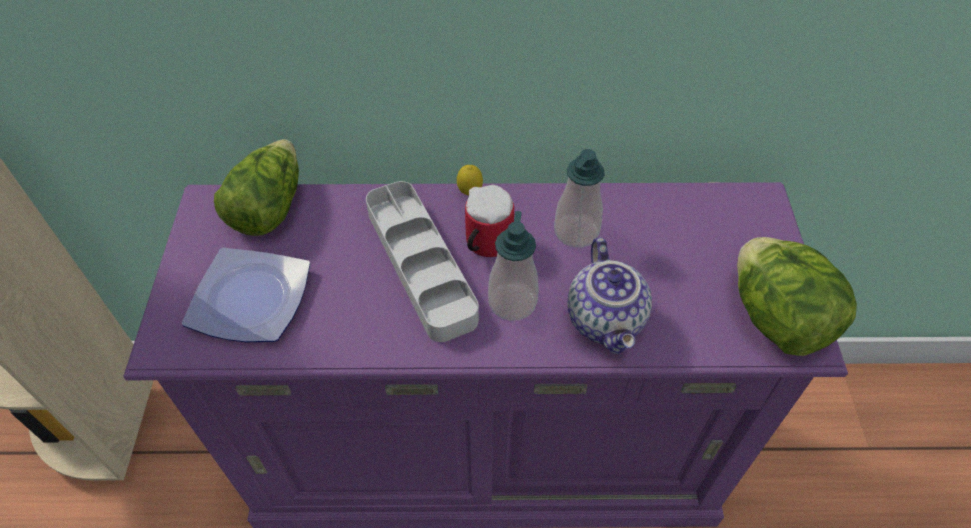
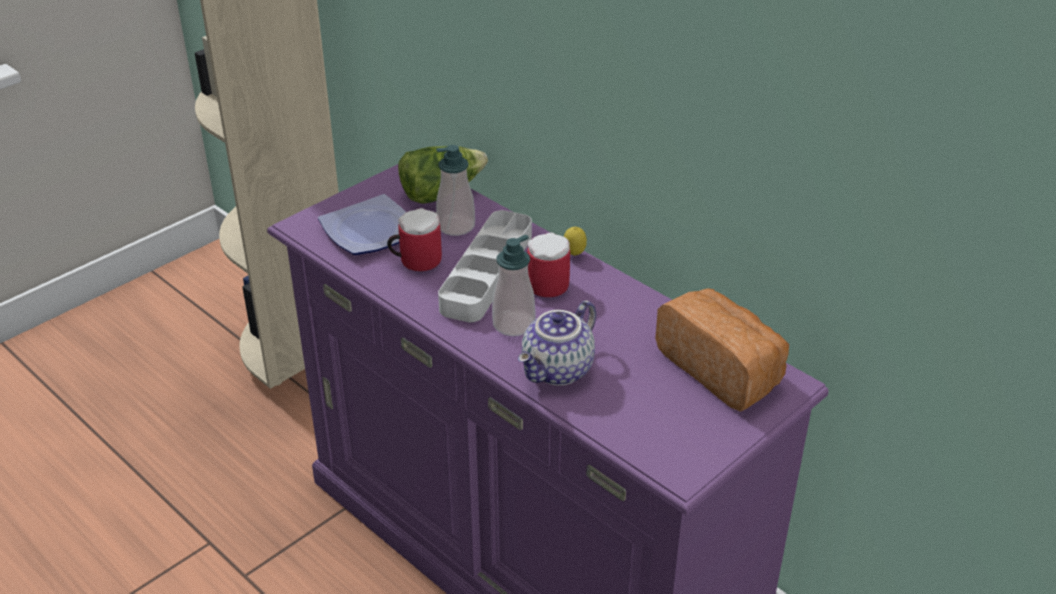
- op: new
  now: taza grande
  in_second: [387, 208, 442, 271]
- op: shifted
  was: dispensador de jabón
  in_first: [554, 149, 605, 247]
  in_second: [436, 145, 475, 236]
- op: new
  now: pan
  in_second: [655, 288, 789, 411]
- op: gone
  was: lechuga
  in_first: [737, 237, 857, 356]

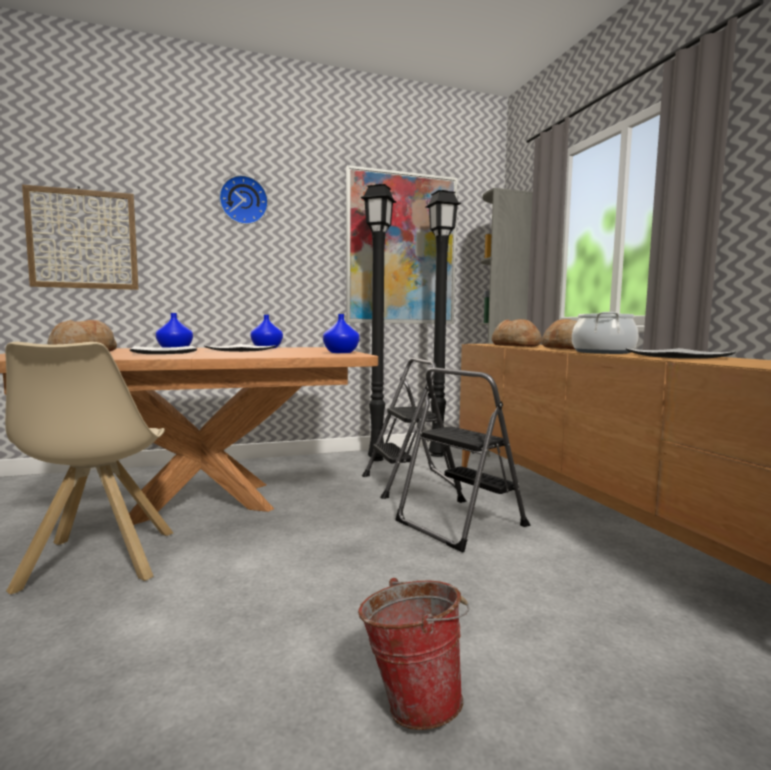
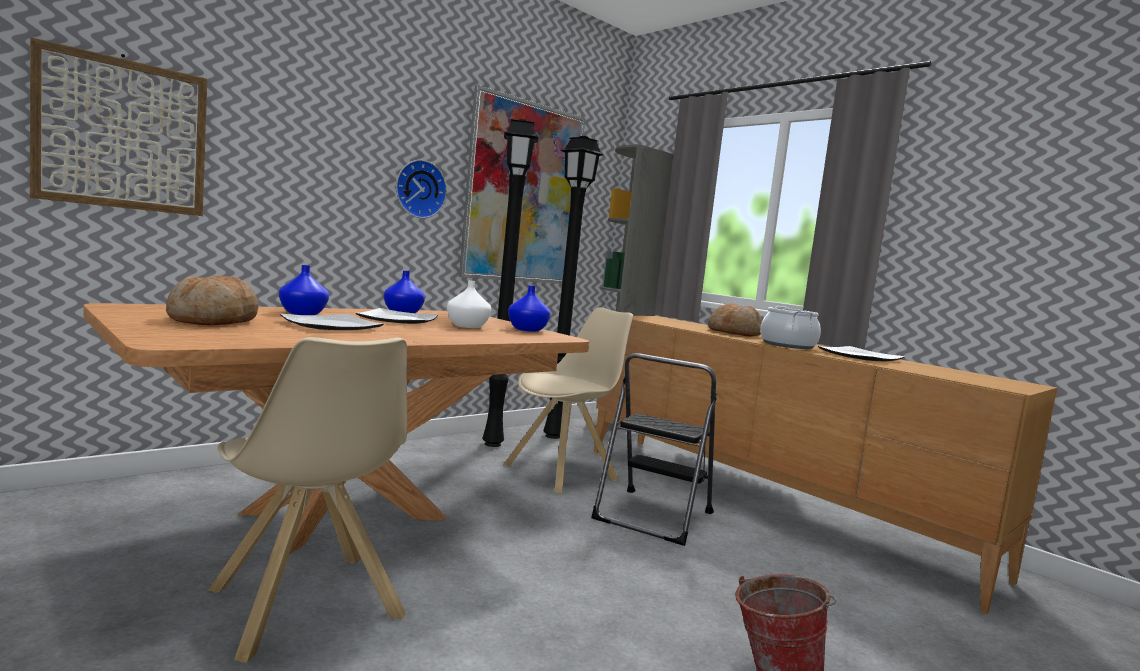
- op: shifted
  was: reloj de pared
  in_first: [219, 175, 268, 224]
  in_second: [396, 160, 447, 218]
- op: new
  now: florero/blanco
  in_second: [447, 280, 491, 328]
- op: swapped
  was: escalera de tijera/negro
  now: silla/beis
  in_first: [362, 358, 462, 499]
  in_second: [503, 307, 633, 494]
- op: gone
  was: pan
  in_first: [492, 319, 542, 347]

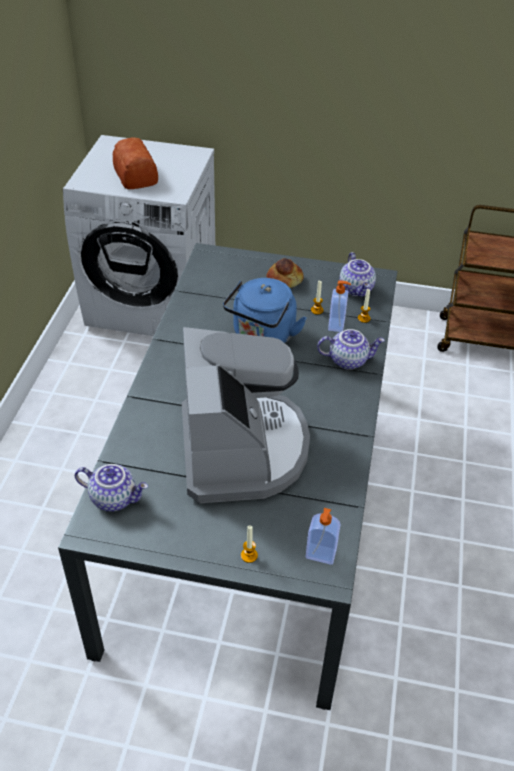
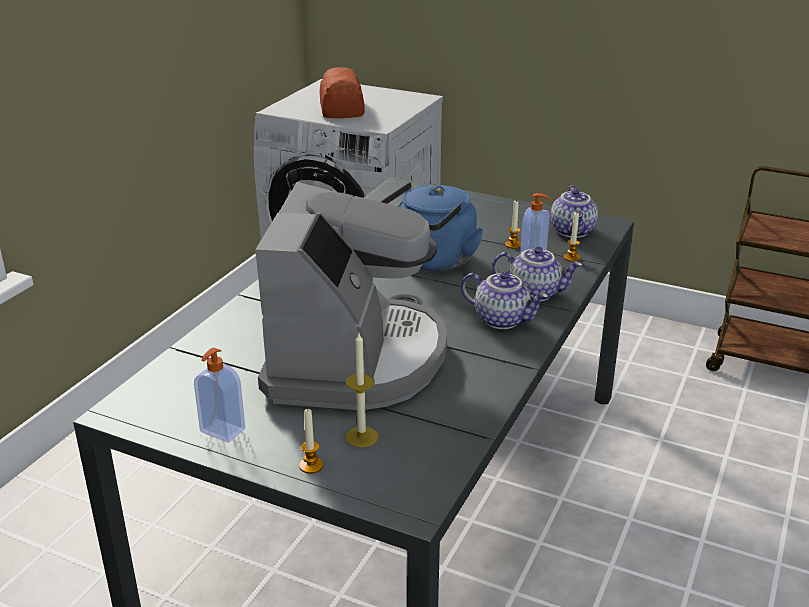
- op: shifted
  was: dispensador de jabón
  in_first: [306, 508, 341, 565]
  in_second: [194, 348, 245, 442]
- op: new
  now: vela
  in_second: [345, 333, 378, 447]
- op: shifted
  was: tetera
  in_first: [75, 464, 148, 512]
  in_second: [461, 271, 548, 329]
- op: gone
  was: pan
  in_first: [266, 258, 304, 288]

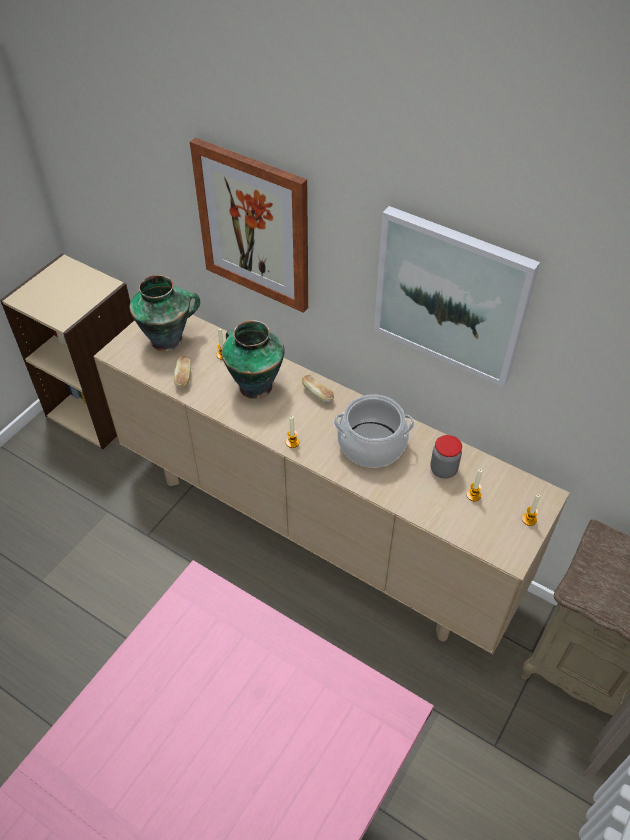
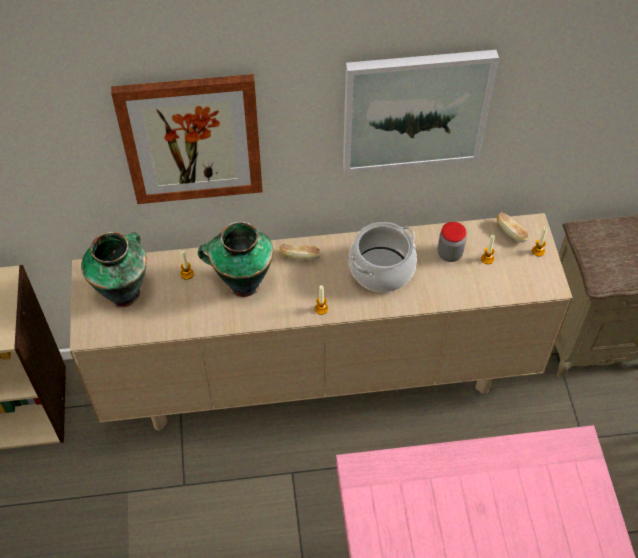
- op: shifted
  was: pan
  in_first: [173, 355, 191, 387]
  in_second: [497, 213, 529, 242]

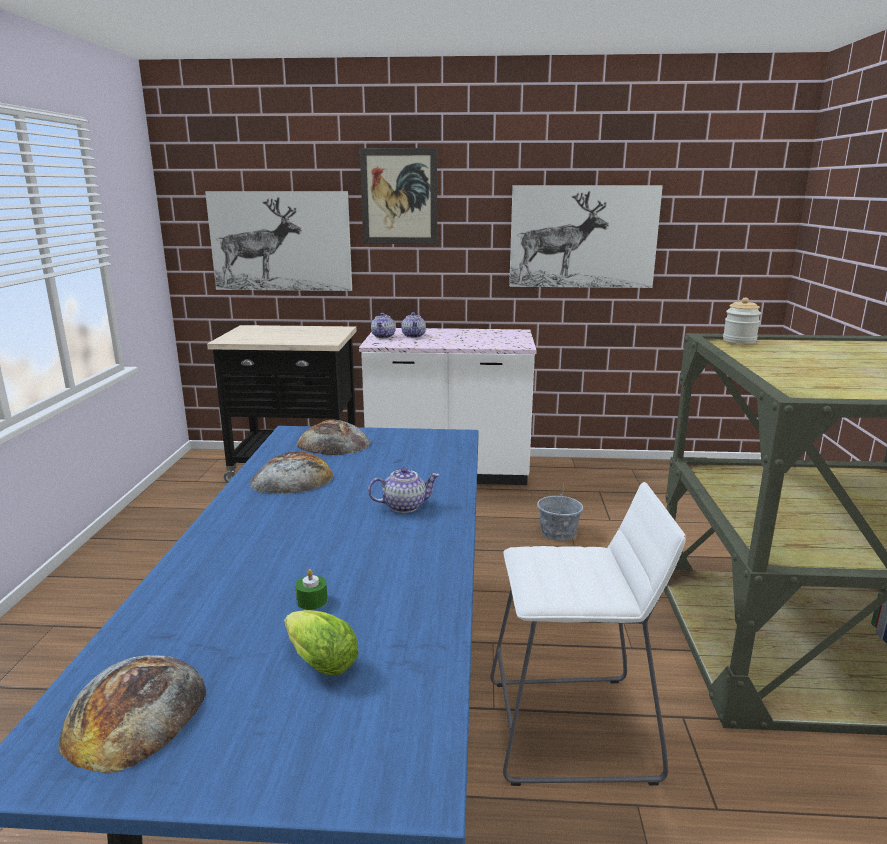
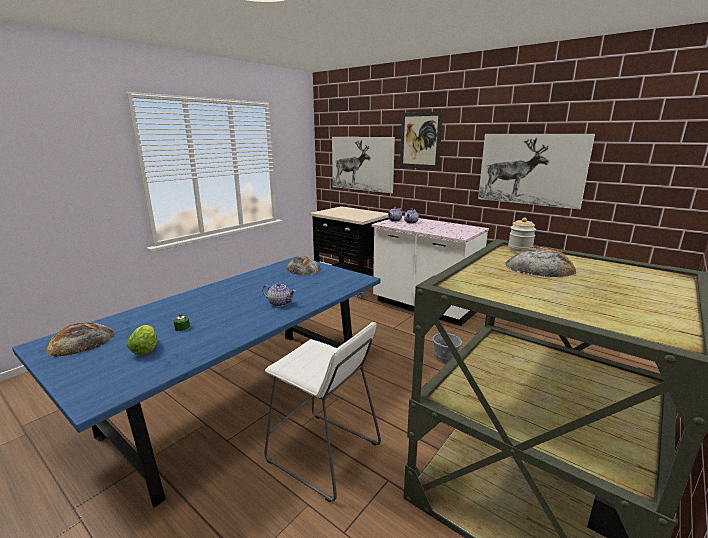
- op: shifted
  was: pan
  in_first: [250, 452, 333, 495]
  in_second: [505, 246, 576, 277]

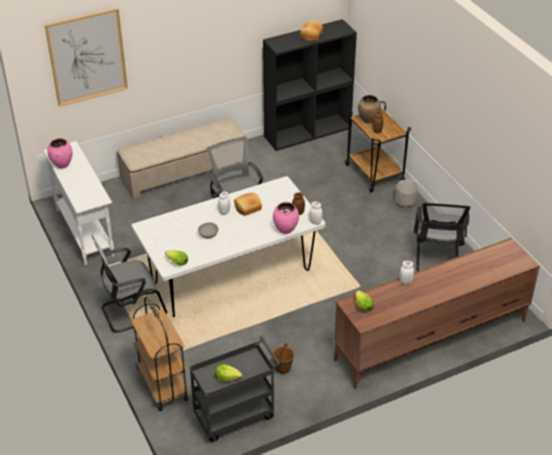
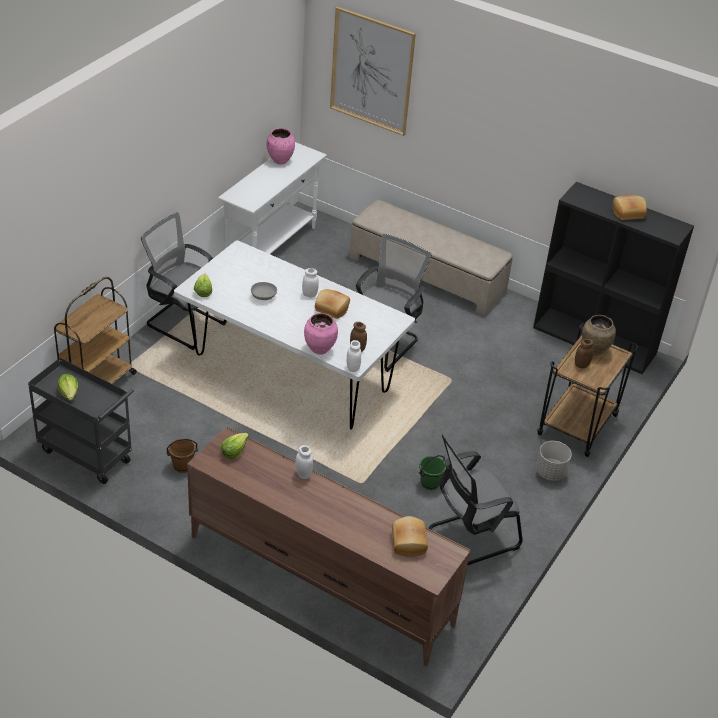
- op: new
  now: pan
  in_second: [392, 516, 428, 557]
- op: new
  now: cubo/verde
  in_second: [419, 455, 446, 490]

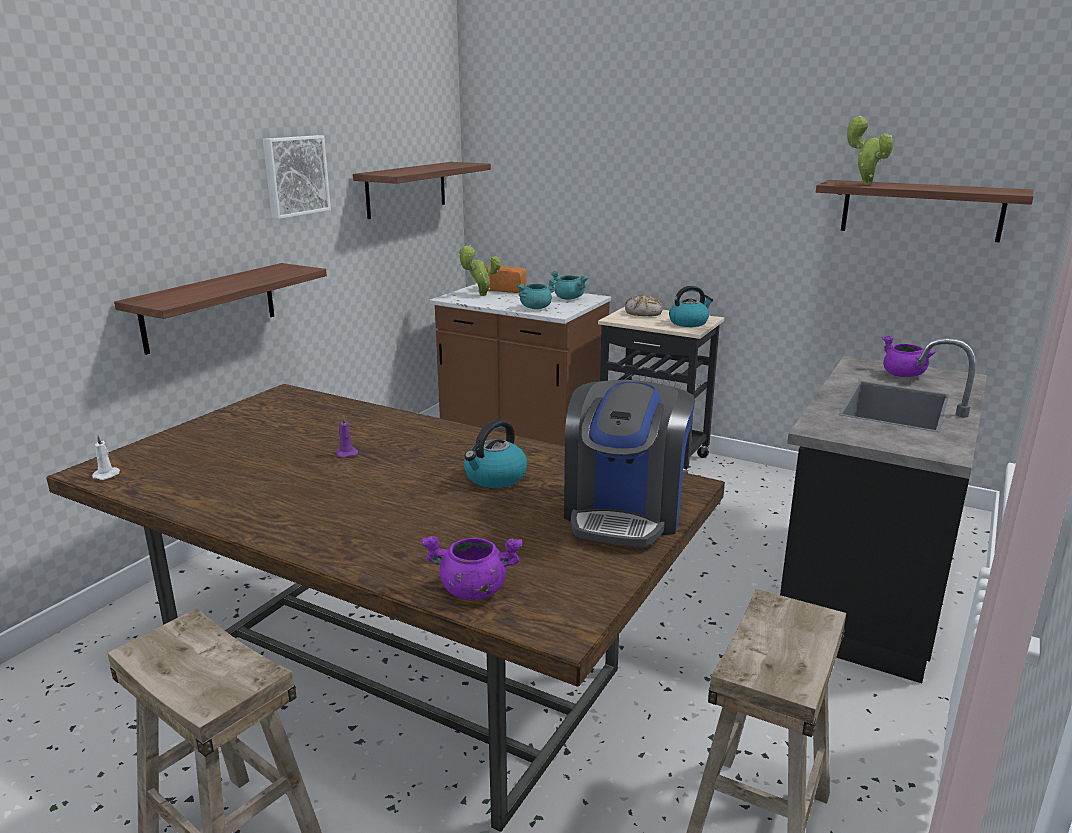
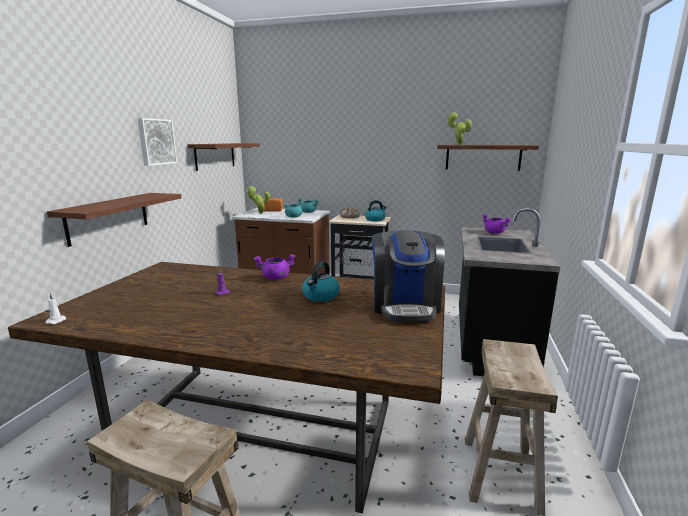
- op: shifted
  was: olla/morado
  in_first: [421, 536, 522, 600]
  in_second: [254, 254, 295, 280]

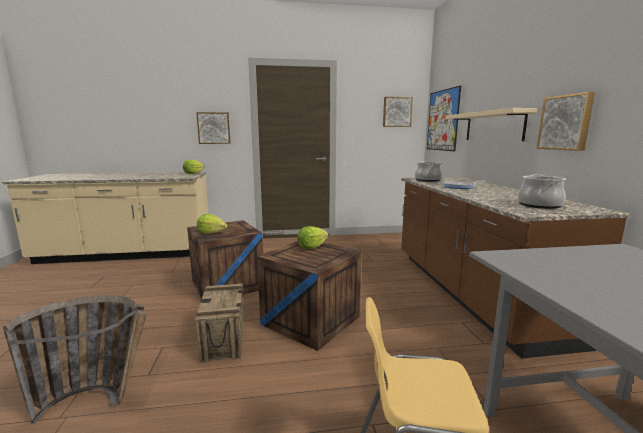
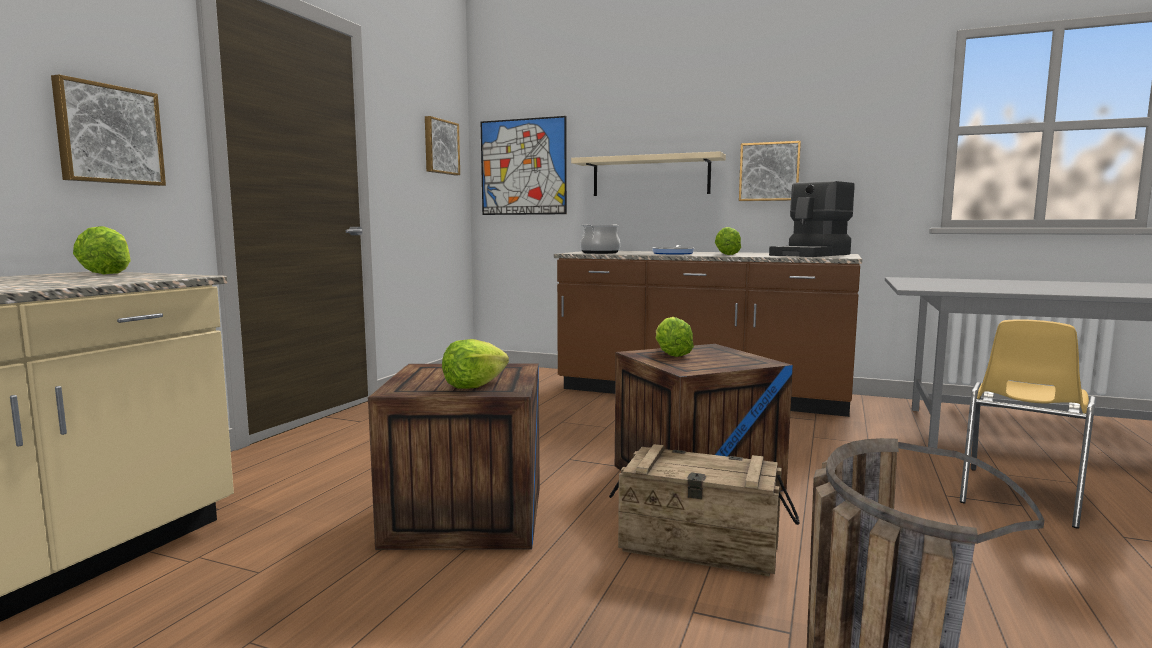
- op: new
  now: lechuga
  in_second: [715, 227, 741, 255]
- op: swapped
  was: olla
  now: cafetera
  in_first: [517, 174, 566, 209]
  in_second: [769, 181, 855, 257]

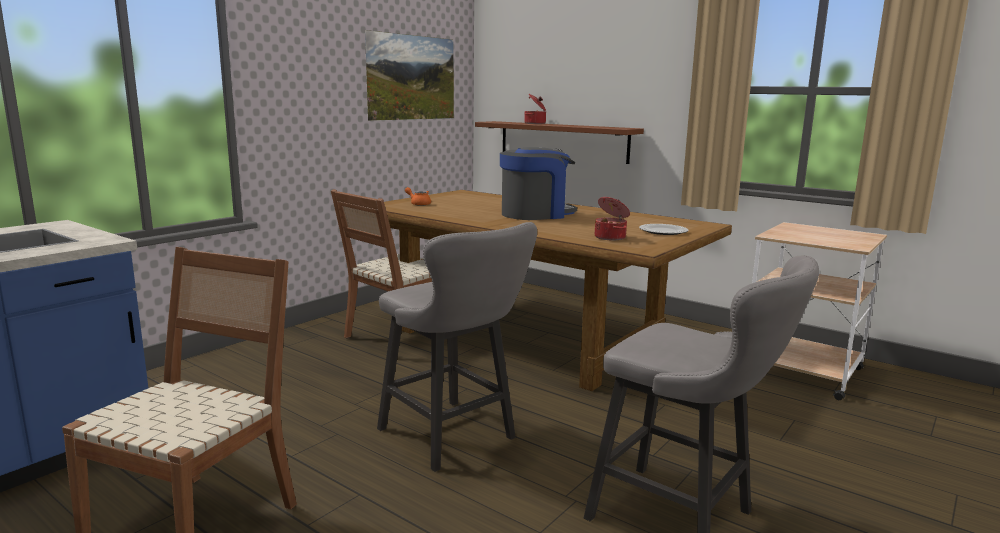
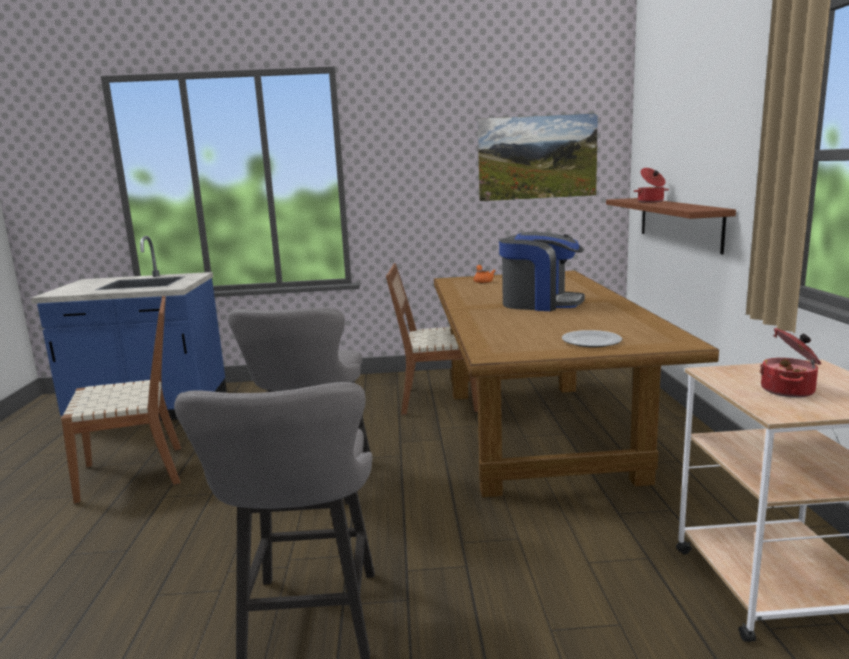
- op: shifted
  was: olla
  in_first: [595, 197, 630, 240]
  in_second: [760, 328, 821, 398]

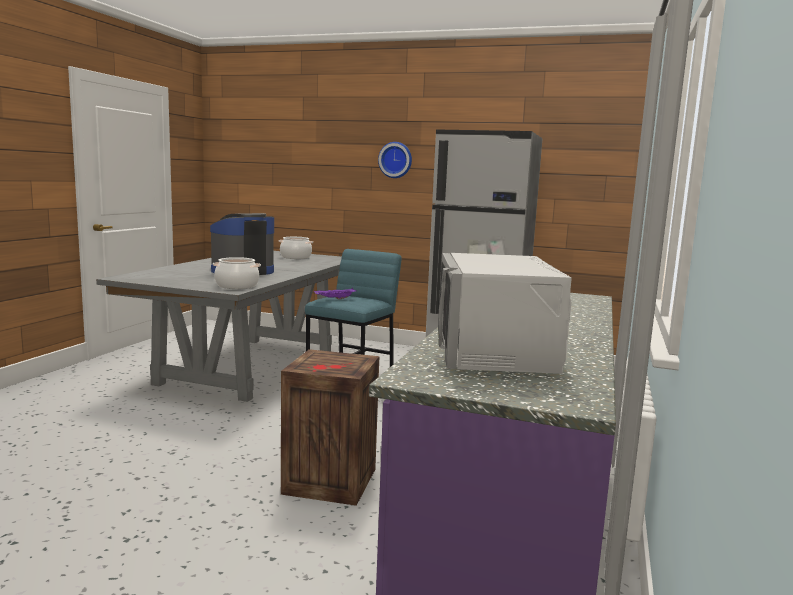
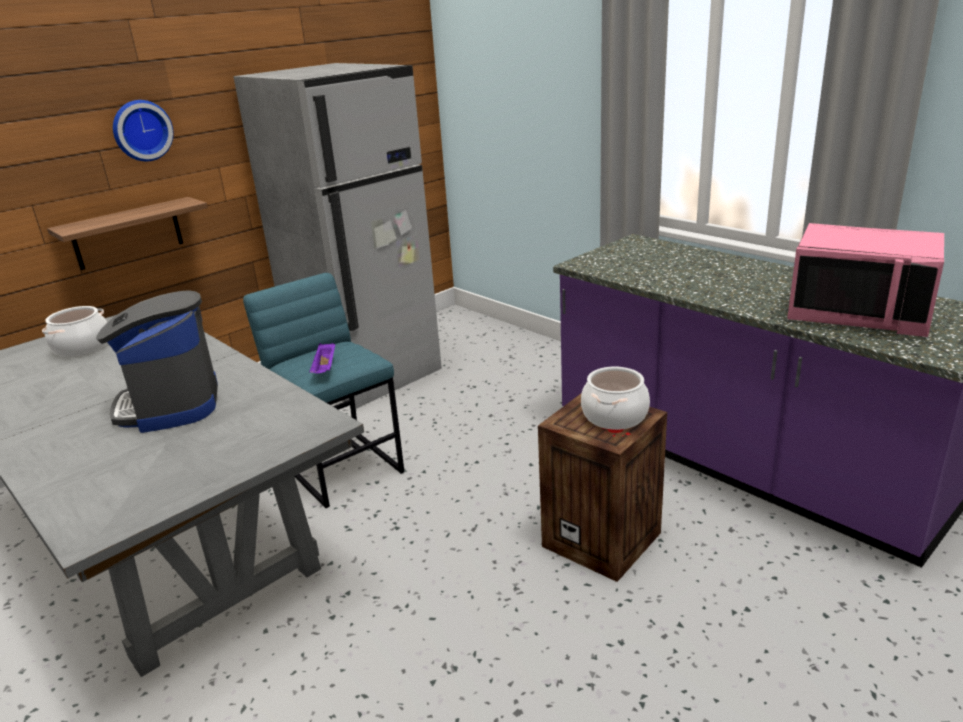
- op: new
  now: estante
  in_second: [47, 197, 208, 270]
- op: shifted
  was: olla
  in_first: [213, 257, 261, 289]
  in_second: [581, 367, 650, 430]
- op: repainted
  was: microondas/gris
  now: microondas/rosa
  in_first: [438, 253, 572, 374]
  in_second: [787, 223, 944, 337]

